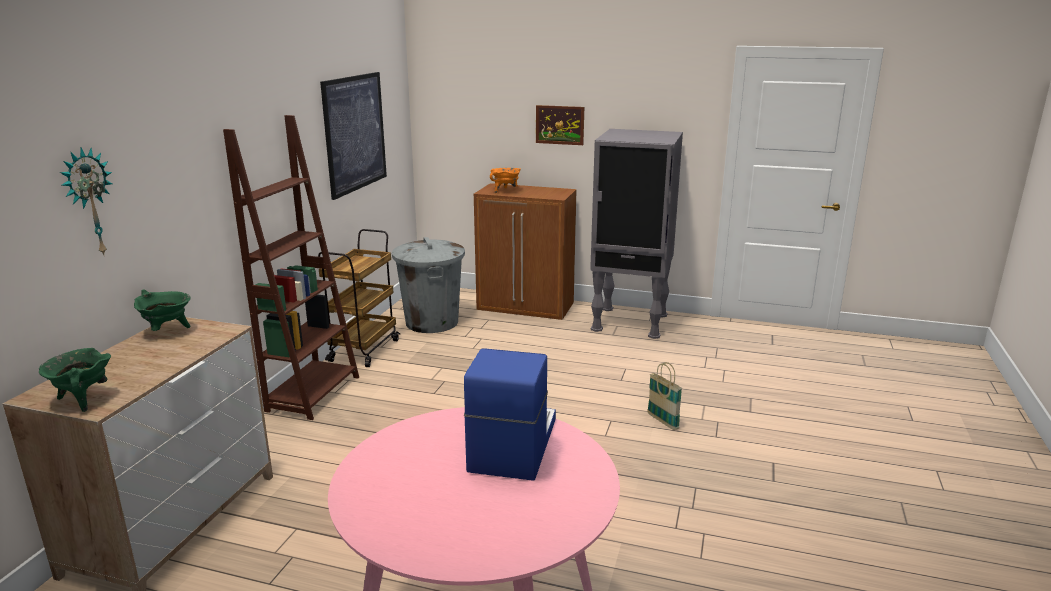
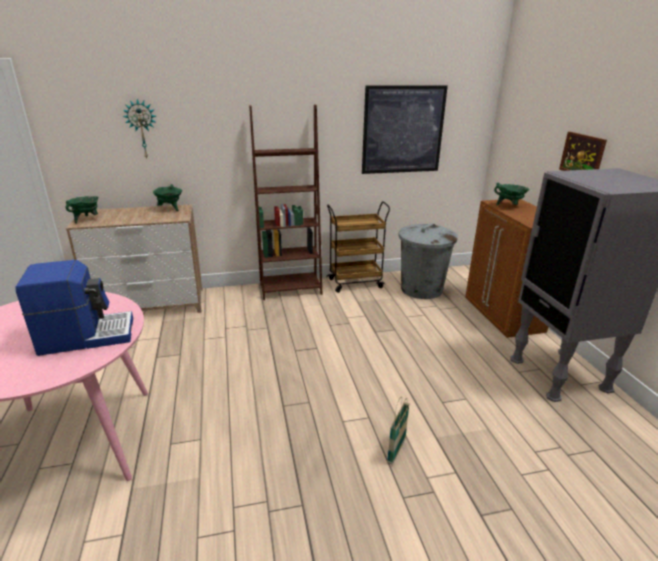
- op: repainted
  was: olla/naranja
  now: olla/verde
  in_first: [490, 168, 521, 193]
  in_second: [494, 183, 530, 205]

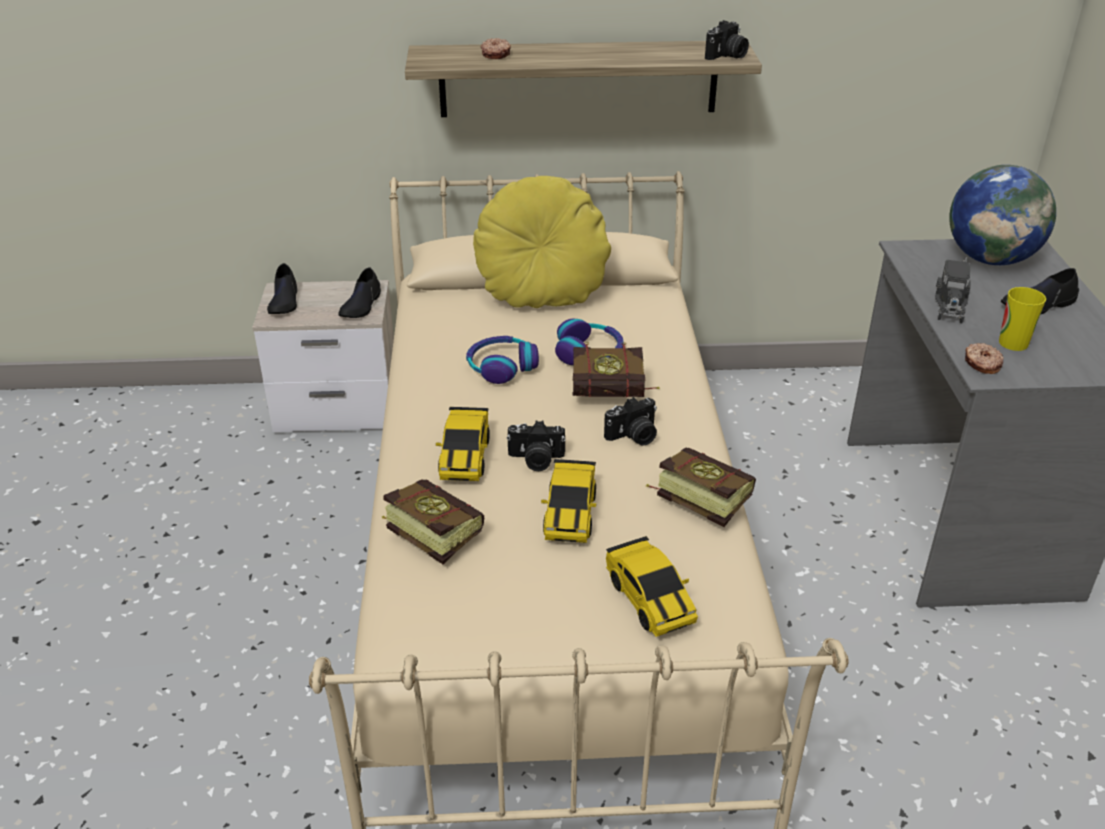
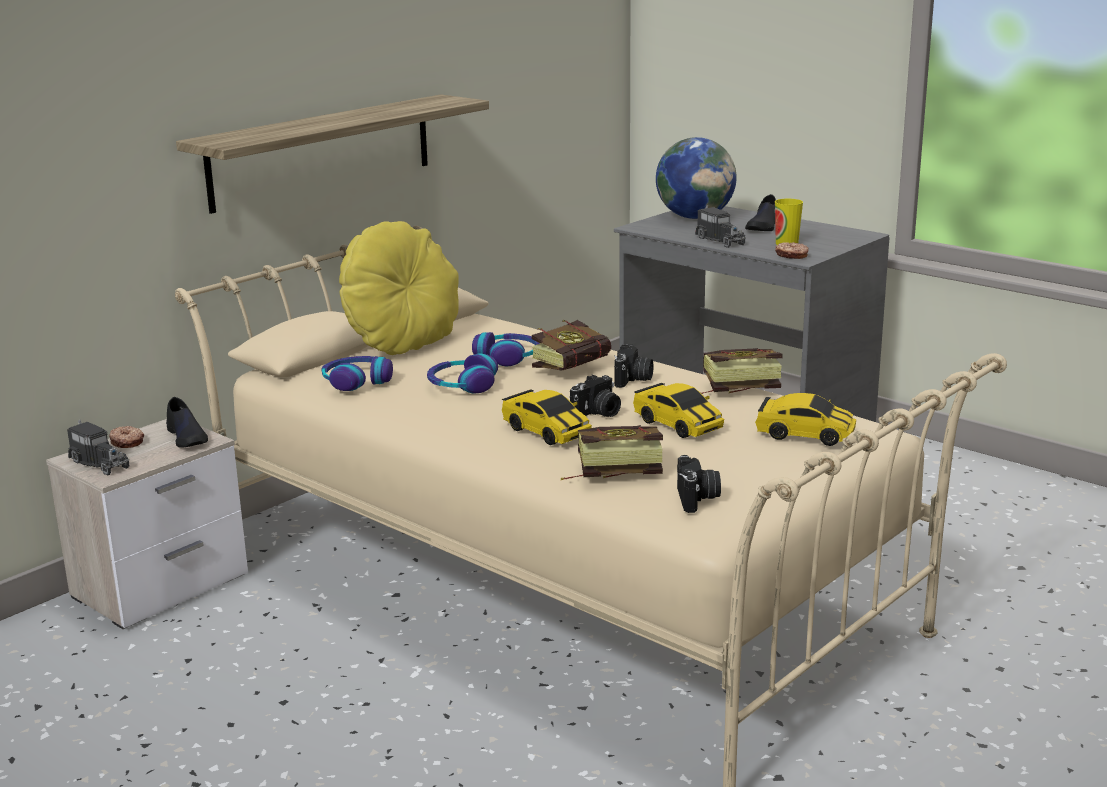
- op: swapped
  was: zapato/negro
  now: camión de juguete
  in_first: [267, 263, 297, 314]
  in_second: [67, 420, 130, 476]
- op: shifted
  was: rosquilla
  in_first: [481, 38, 511, 59]
  in_second: [109, 426, 144, 448]
- op: new
  now: auriculares
  in_second: [321, 356, 393, 391]
- op: shifted
  was: cámara
  in_first: [705, 20, 749, 60]
  in_second: [677, 455, 721, 513]

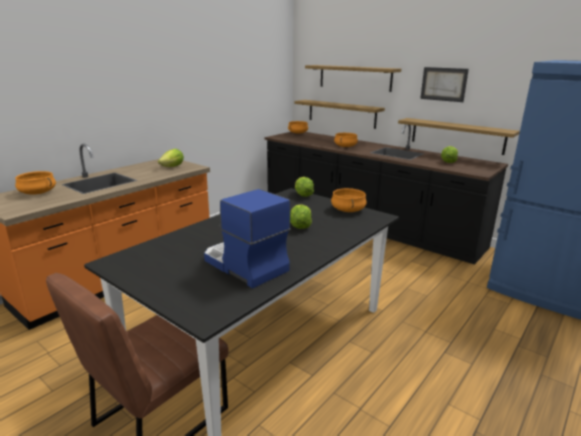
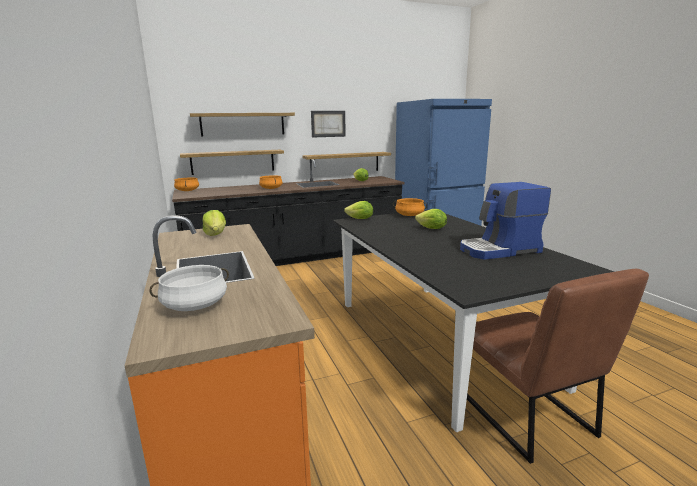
- op: repainted
  was: olla/naranja
  now: olla/blanco
  in_first: [15, 171, 56, 195]
  in_second: [149, 265, 229, 311]

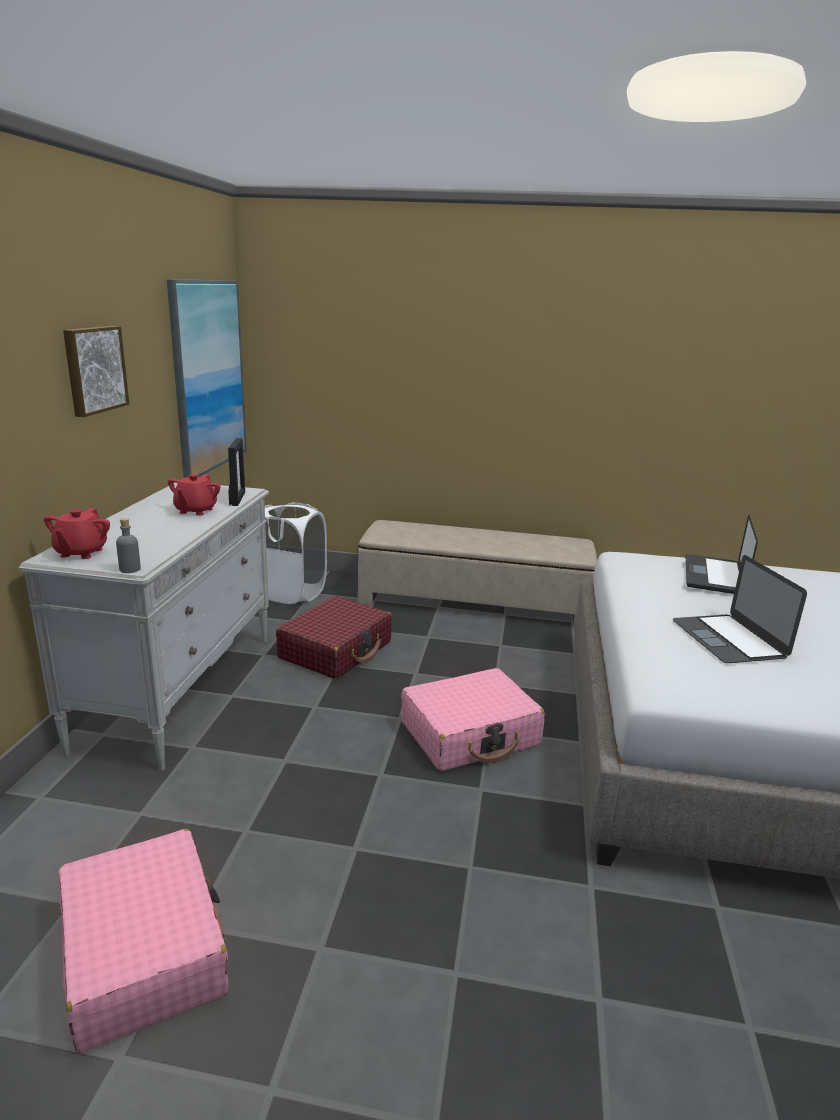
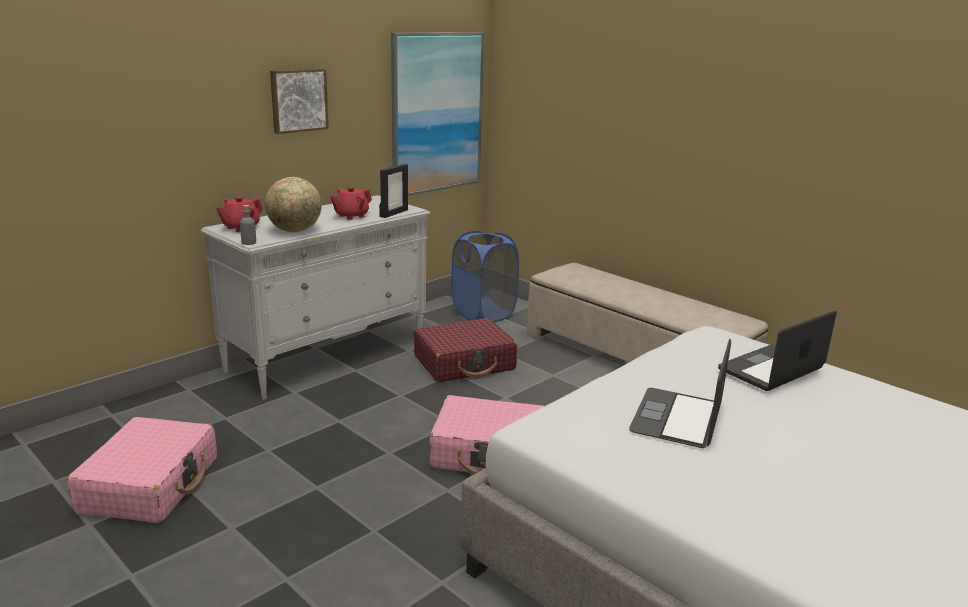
- op: new
  now: globo terráqueo
  in_second: [265, 177, 322, 232]
- op: repainted
  was: cesto de la ropa/blanco
  now: cesto de la ropa/azul
  in_first: [265, 502, 327, 604]
  in_second: [451, 231, 519, 322]

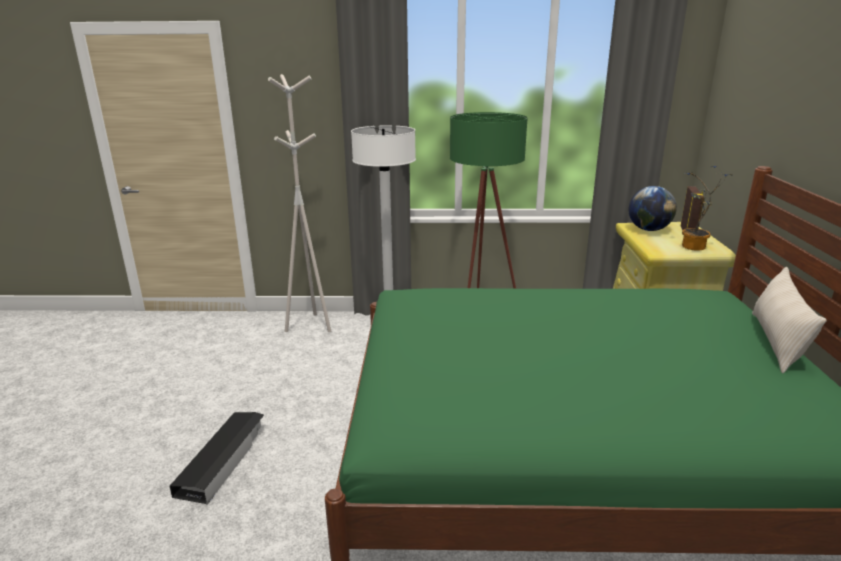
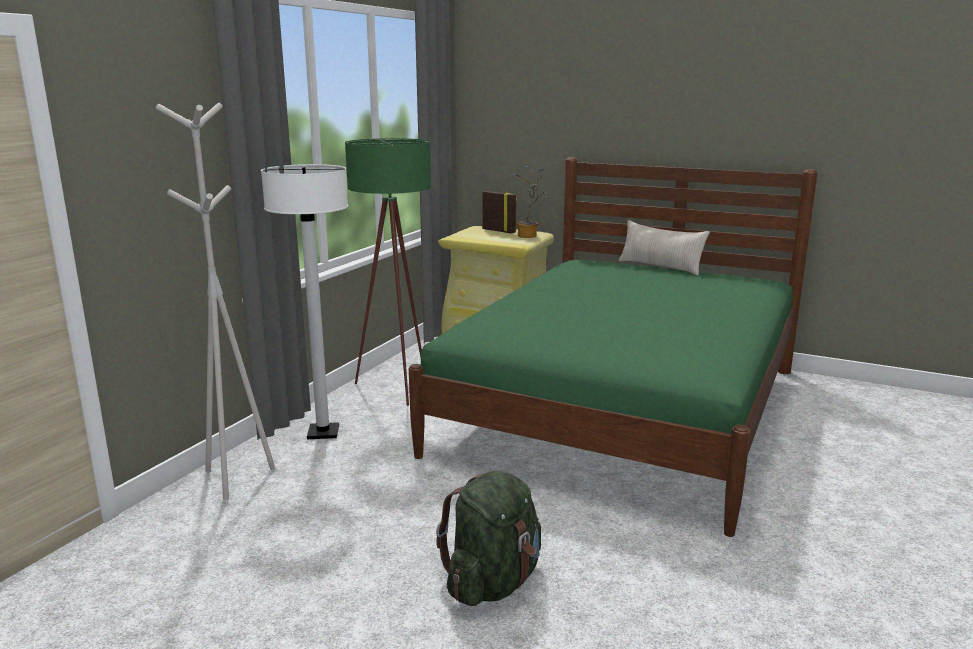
- op: swapped
  was: caja de almacenaje/negro
  now: mochila/verde
  in_first: [169, 412, 264, 504]
  in_second: [436, 470, 541, 606]
- op: gone
  was: globo terráqueo
  in_first: [629, 186, 677, 231]

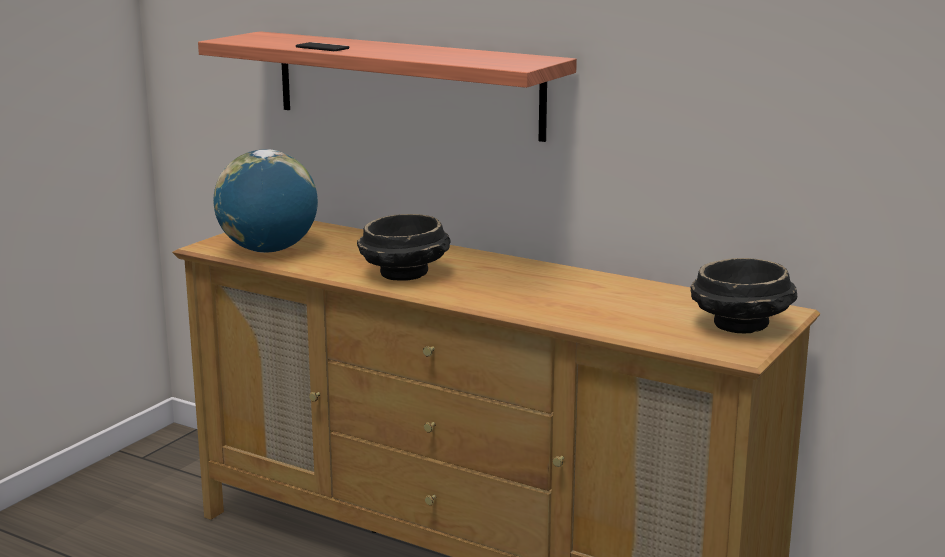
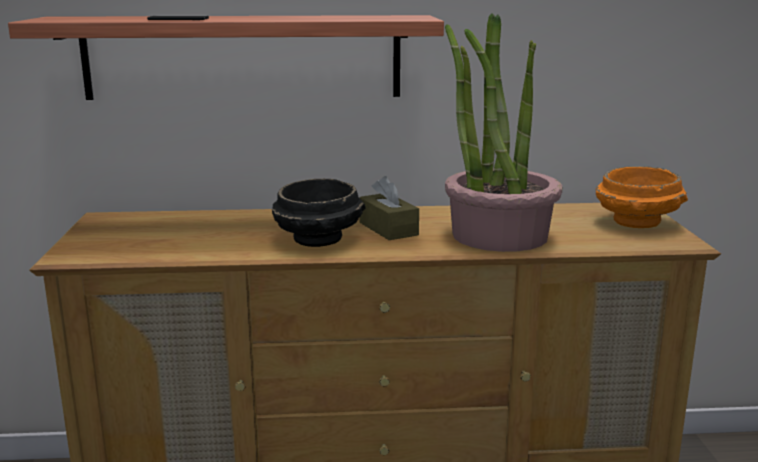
- op: new
  now: caja de pañuelos/marrón
  in_second: [359, 176, 419, 240]
- op: new
  now: planta en maceta
  in_second: [445, 14, 562, 252]
- op: repainted
  was: cuenco/negro
  now: cuenco/naranja
  in_first: [691, 258, 797, 333]
  in_second: [596, 166, 688, 228]
- op: gone
  was: globo terráqueo
  in_first: [213, 149, 318, 253]

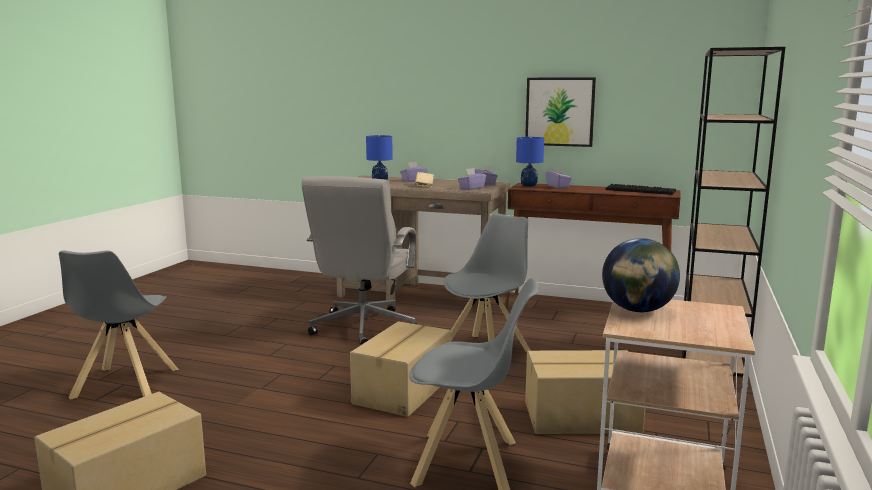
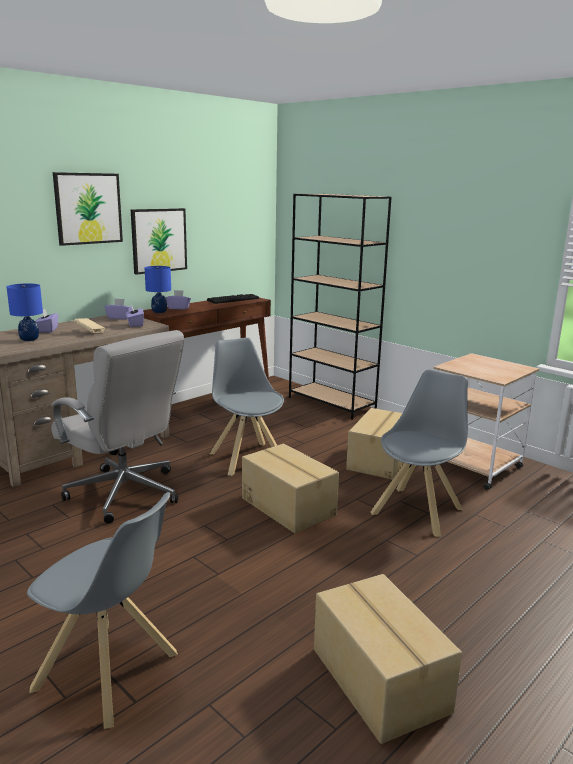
- op: new
  now: cuadro
  in_second: [53, 172, 123, 246]
- op: gone
  was: globo terráqueo
  in_first: [602, 238, 680, 312]

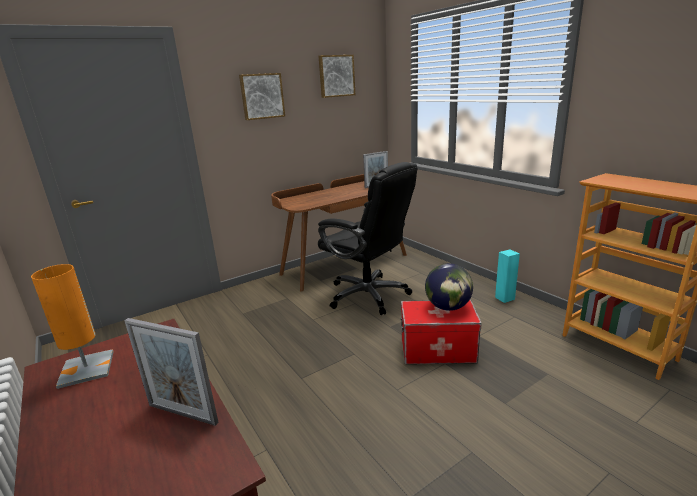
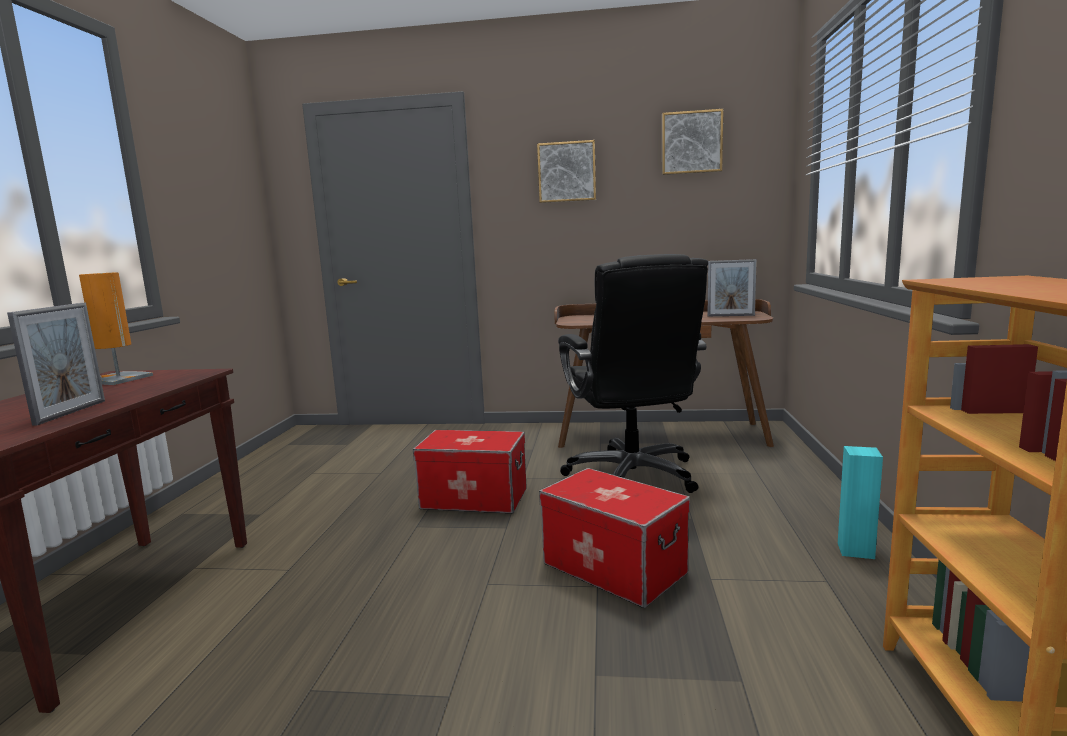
- op: rotated
  was: portarretratos
  in_first: [124, 318, 219, 426]
  in_second: [7, 303, 105, 426]
  clockwise: -150
- op: new
  now: caja de almacenaje
  in_second: [413, 430, 527, 514]
- op: gone
  was: globo terráqueo
  in_first: [425, 263, 473, 311]

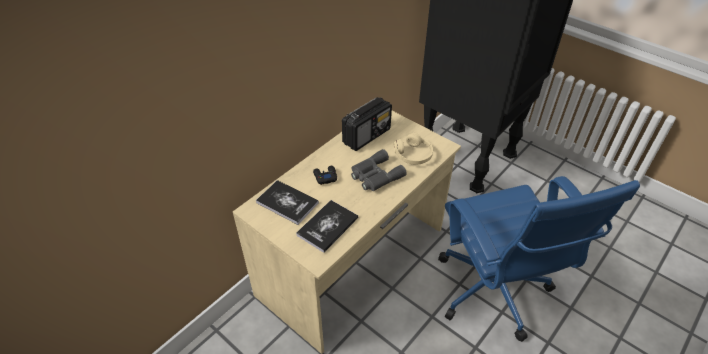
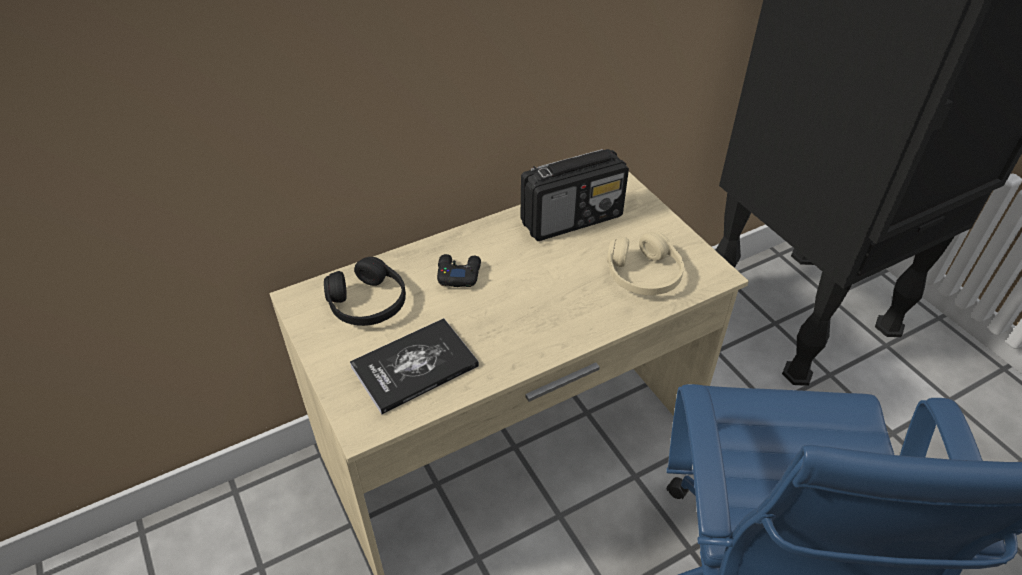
- op: swapped
  was: libro
  now: auriculares/negro
  in_first: [256, 180, 319, 225]
  in_second: [324, 257, 406, 326]
- op: gone
  was: prismáticos/gris
  in_first: [351, 149, 407, 191]

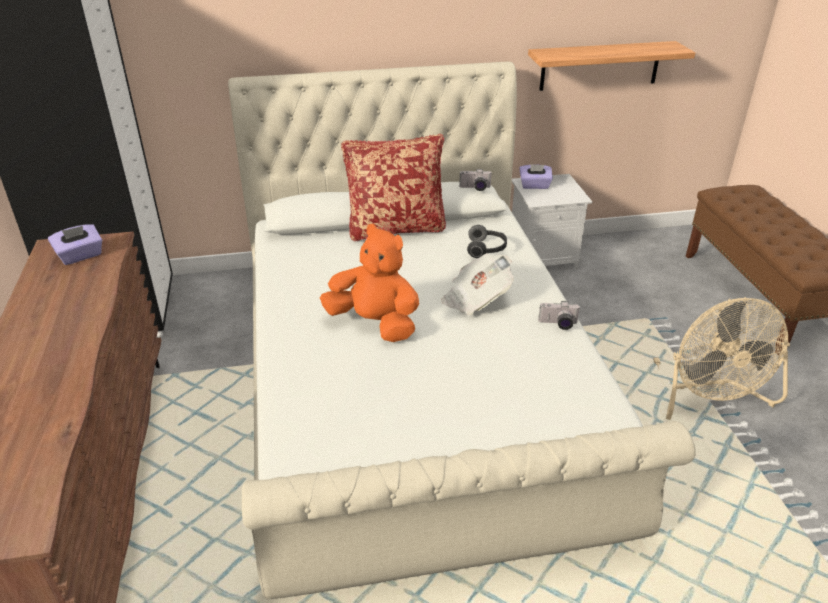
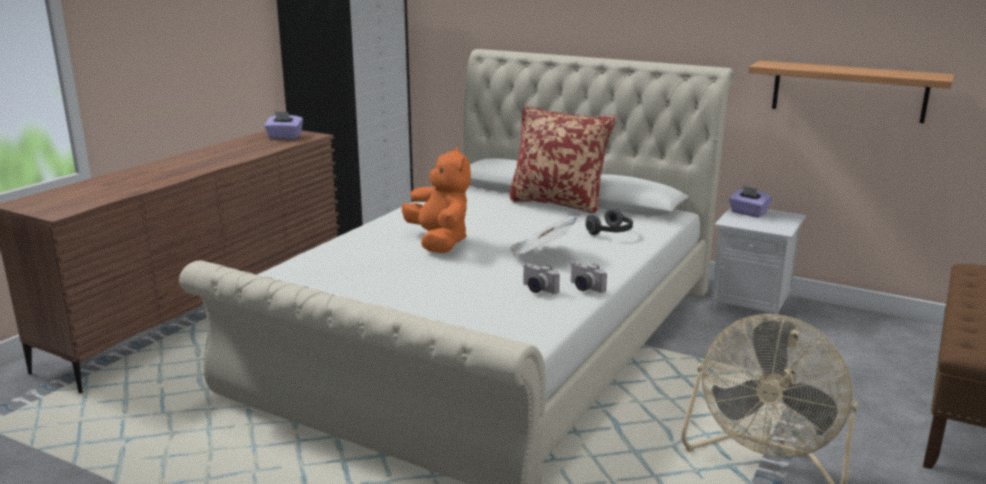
- op: shifted
  was: cámara
  in_first: [459, 169, 492, 191]
  in_second: [523, 263, 560, 294]

